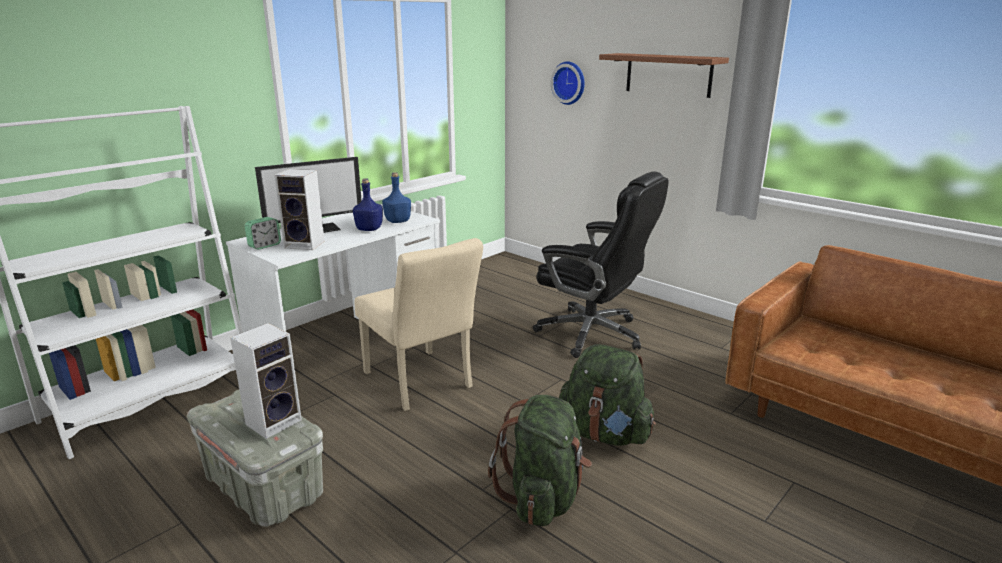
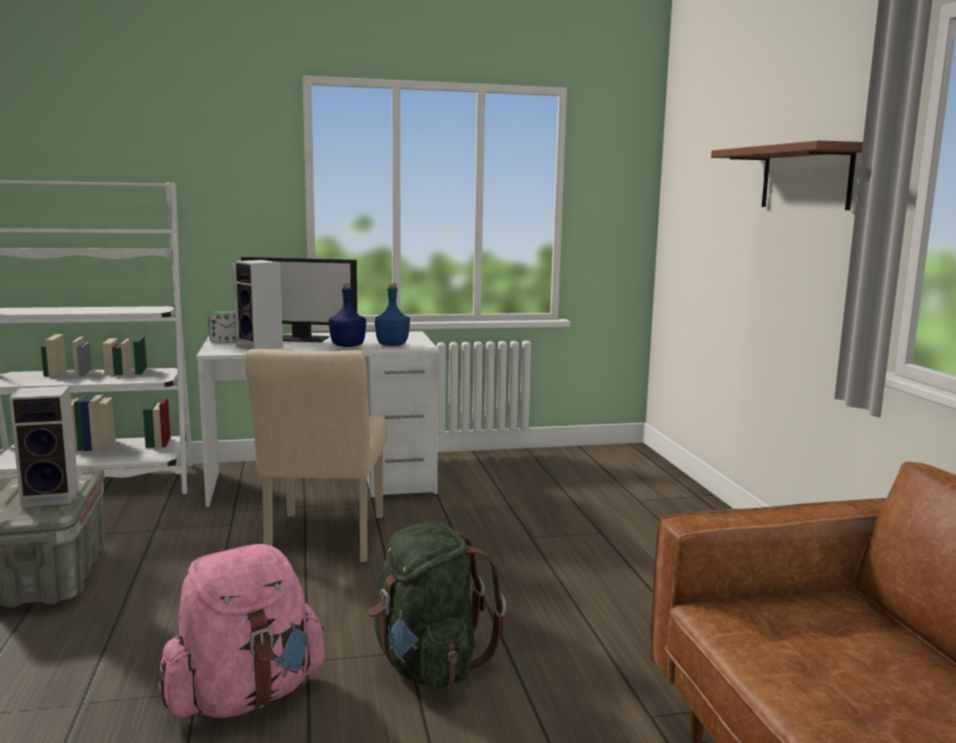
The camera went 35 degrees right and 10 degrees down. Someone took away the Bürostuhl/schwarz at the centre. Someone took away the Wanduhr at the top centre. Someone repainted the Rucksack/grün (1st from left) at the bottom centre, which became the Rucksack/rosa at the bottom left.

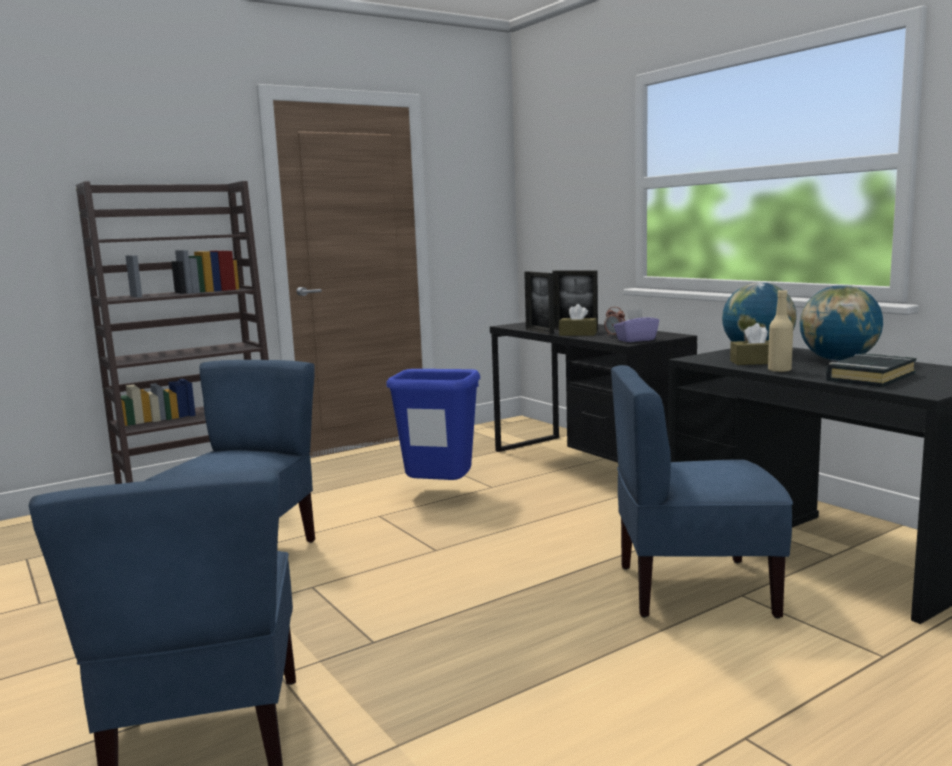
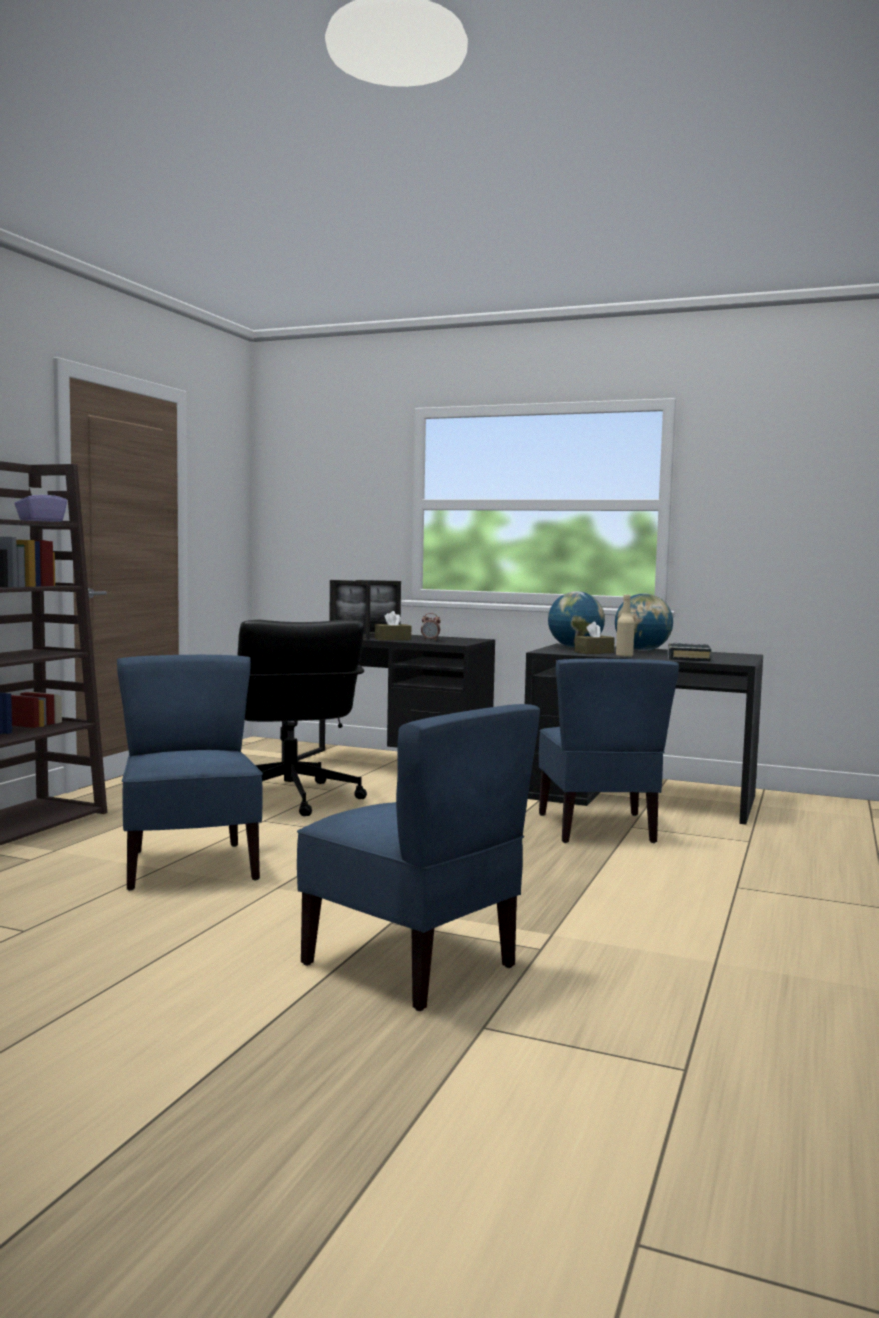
The camera went 35 degrees left and 5 degrees down. Someone carried the Taschentuchbox/lila from the middle right to the middle left. Someone swapped the Mülleimer/blau at the centre for the Bürostuhl/schwarz at the centre. Someone rotated the Stuhl/blau (3rd from left) at the middle right by 60 degrees counterclockwise.

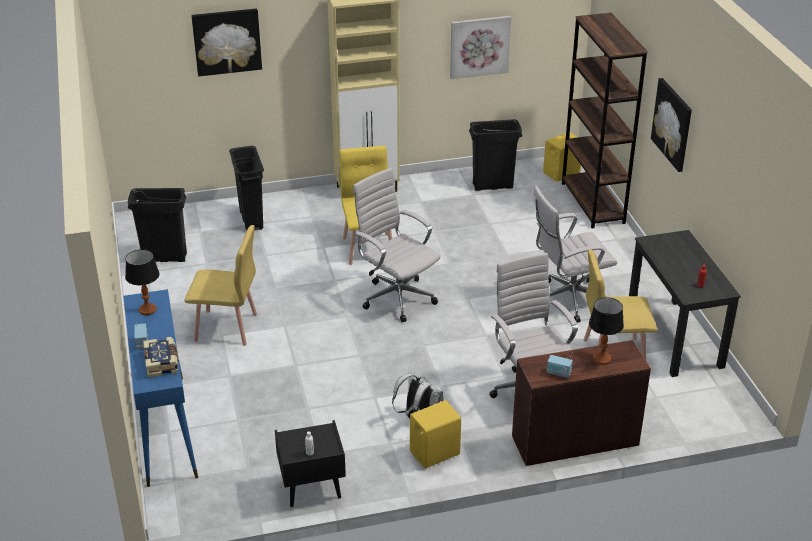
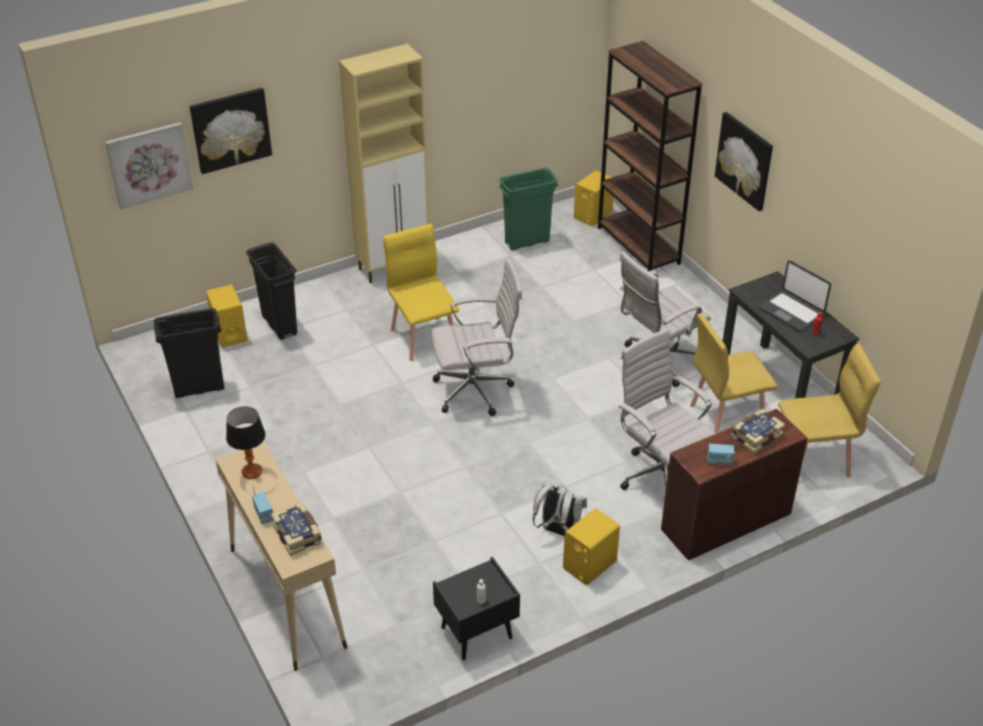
The camera went 15 degrees left and 5 degrees up. Someone put down the Lautsprecher/gelb (1st from left) at the middle left. Someone put down the Laptop at the middle right. Someone carried the Stuhl/gelb (1st from left in the first image) from the middle left to the middle right. Someone carried the Bild (2nd from left in the first image) from the top centre to the top left. Someone swapped the Tischlampe (2nd from left) at the middle right for the Buch (2nd from left) at the middle right. Someone repainted the Konsolentisch/blau at the bottom left, which became the Konsolentisch/beige at the bottom left. Someone repainted the Mülleimer/schwarz (3rd from left) at the top centre, which became the Mülleimer/grün at the top centre. Someone rotated the Bürostuhl/weiß (1st from left) at the centre by 135 degrees clockwise.

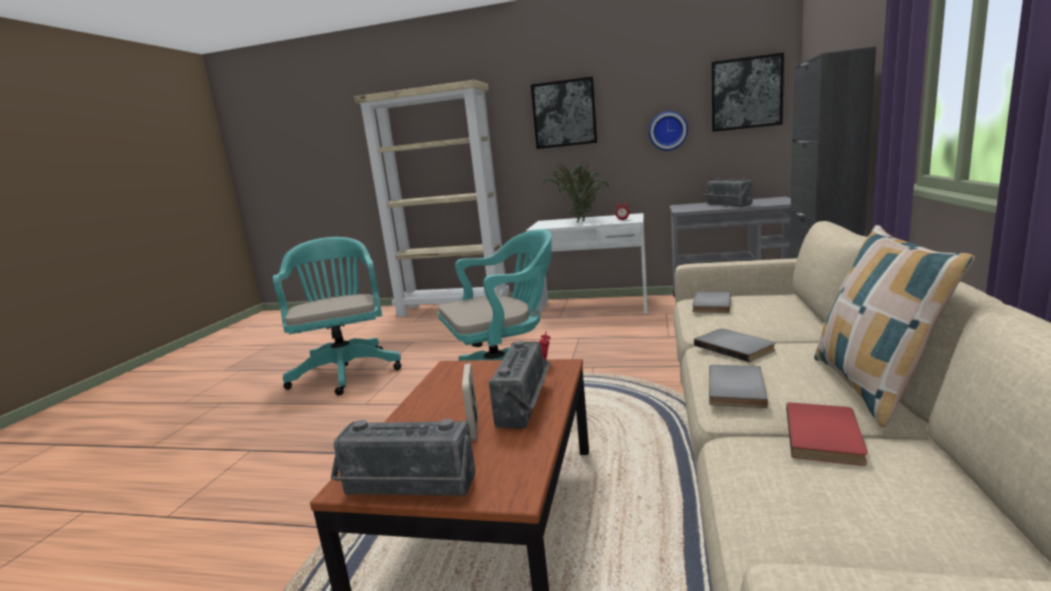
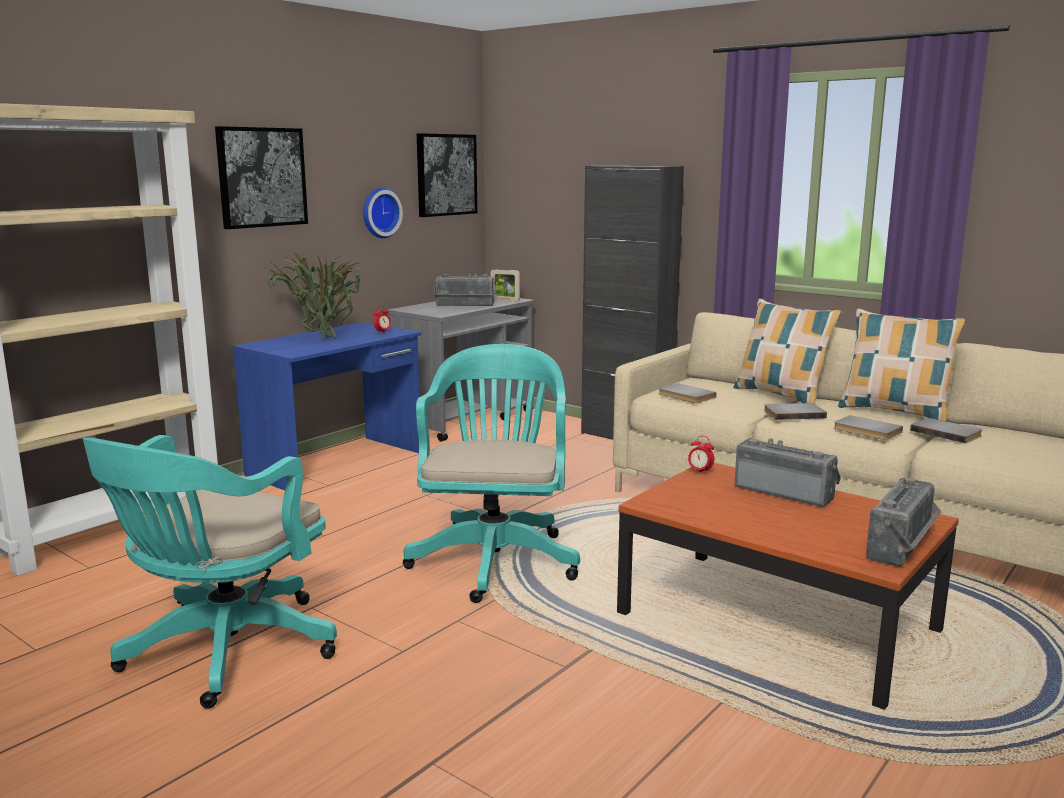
The camera went 65 degrees left and 0 degrees up. Someone put down the Kissen (1st from left) at the middle right. Someone carried the Bilderrahmen from the bottom centre to the centre. Someone repainted the Schreibtisch/weiß at the centre, which became the Schreibtisch/blau at the middle left. Someone repainted the Buch/rot at the bottom right, which became the Buch/grau (4th from left) at the middle right. Someone rotated the Bürostuhl/türkis (1st from left) at the middle left by 75 degrees counterclockwise.

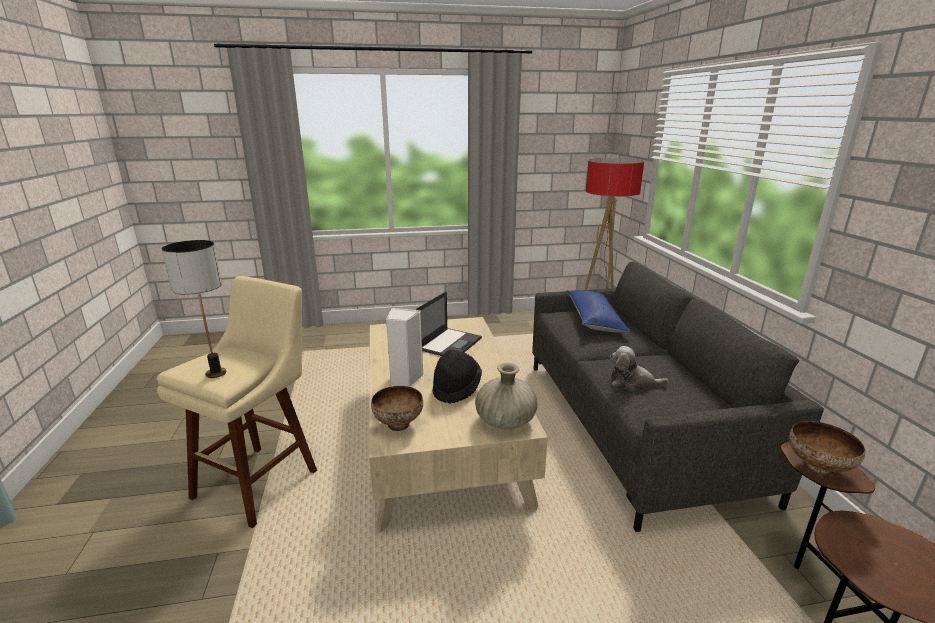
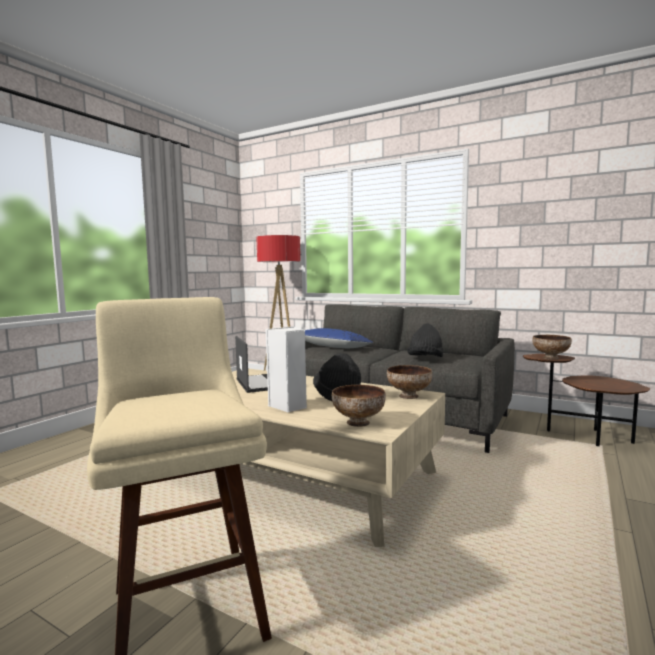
The camera went 50 degrees left and 15 degrees down. Someone took away the Tischlampe at the middle left. Someone swapped the Vase/beige at the centre for the Schüssel (2nd from left) at the centre. Someone swapped the Plüschtier at the middle right for the Hut/schwarz (2nd from left) at the centre.

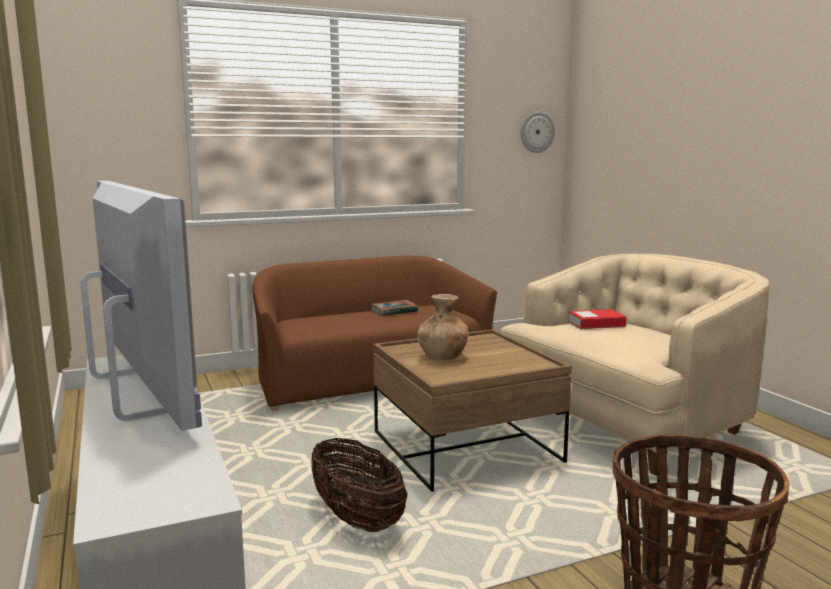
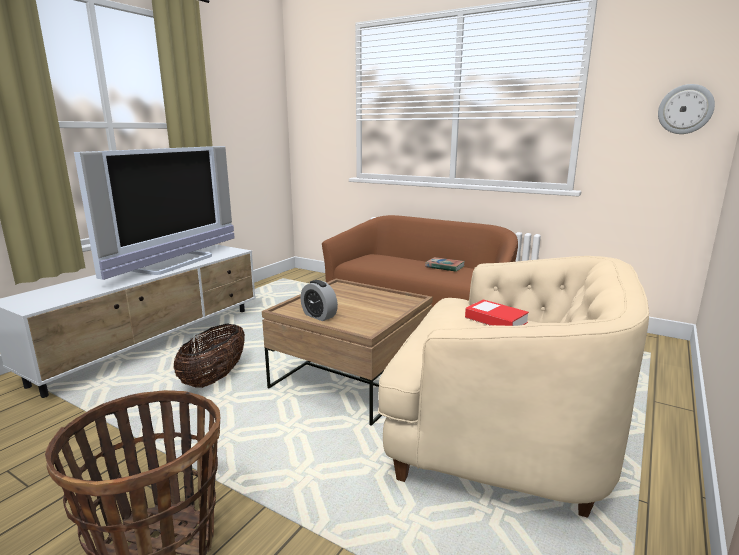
The camera went 55 degrees right and 5 degrees up. Someone took away the Vase/braun at the centre. Someone put down the Wecker at the centre.

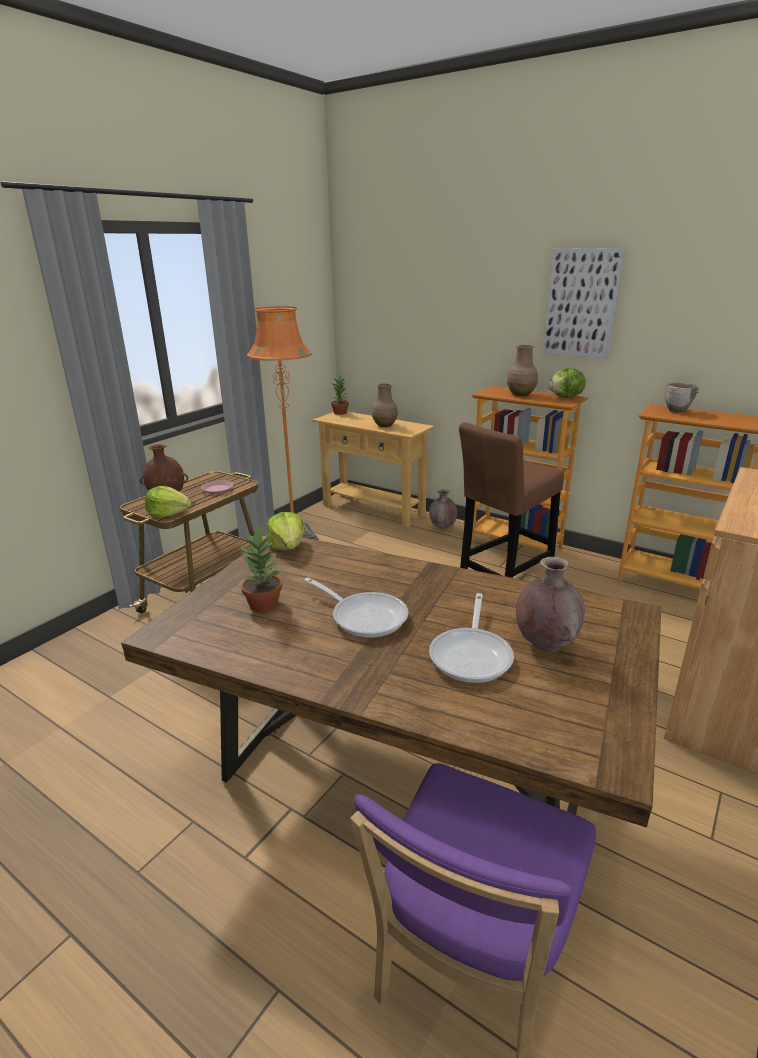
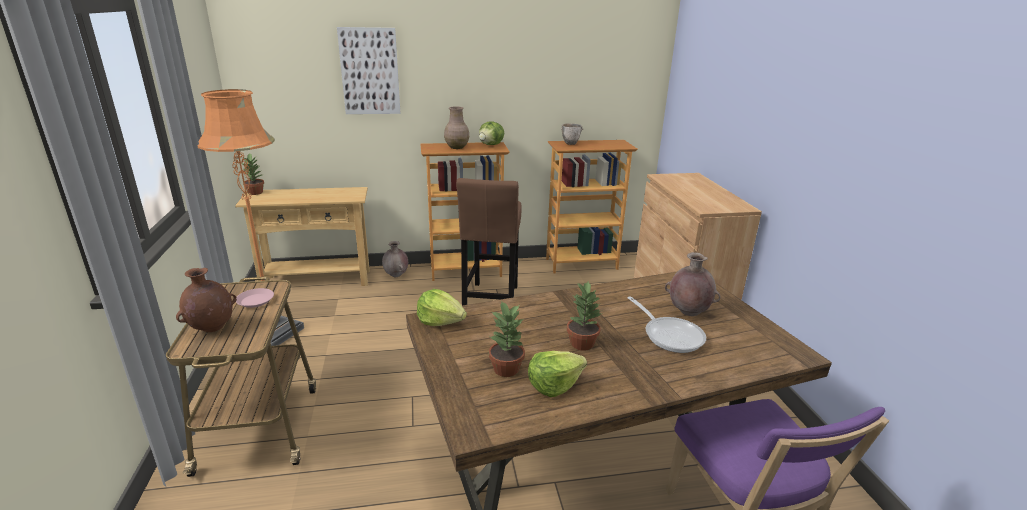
The camera went 45 degrees left and 0 degrees up. Someone took away the Vase/braun (2nd from left) at the centre. Someone carried the Salatkopf (1st from left in the first image) from the middle left to the bottom centre. Someone carried the Bild from the top right to the top centre. Someone swapped the Pfanne (1st from left) at the centre for the Topfpflanze (3rd from left) at the centre.

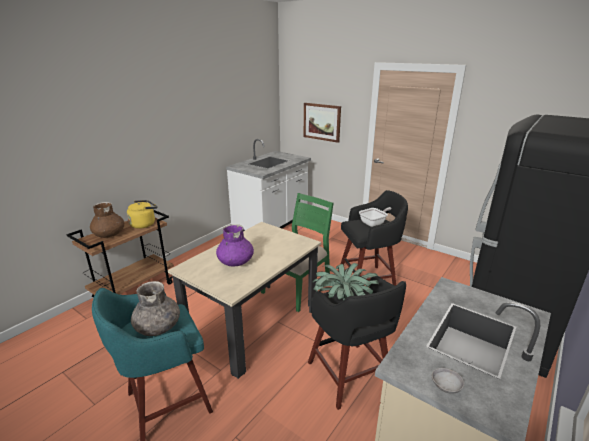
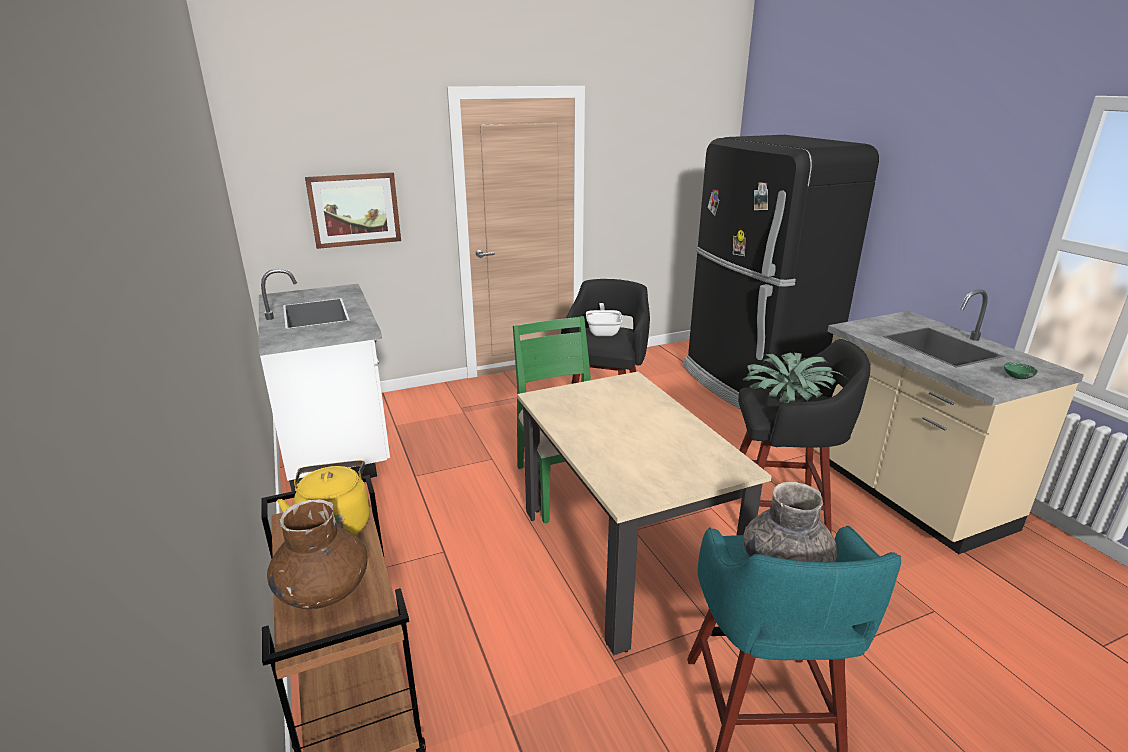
The camera went 60 degrees left and 0 degrees up. Someone took away the Vase/lila at the centre. Someone repainted the Schüssel/grau at the bottom right, which became the Schüssel/grün at the middle right.

